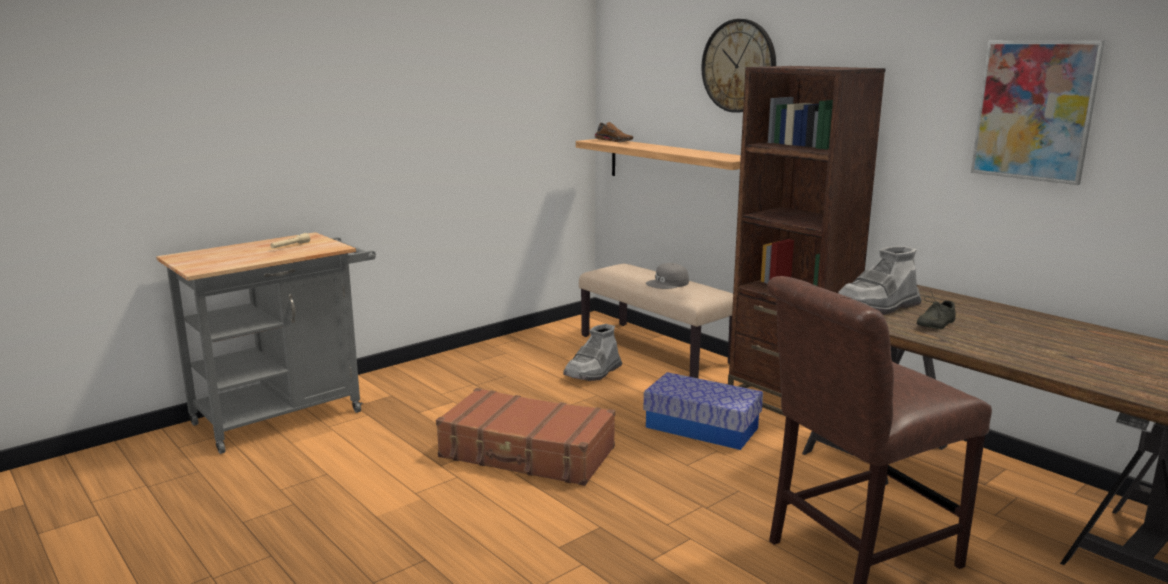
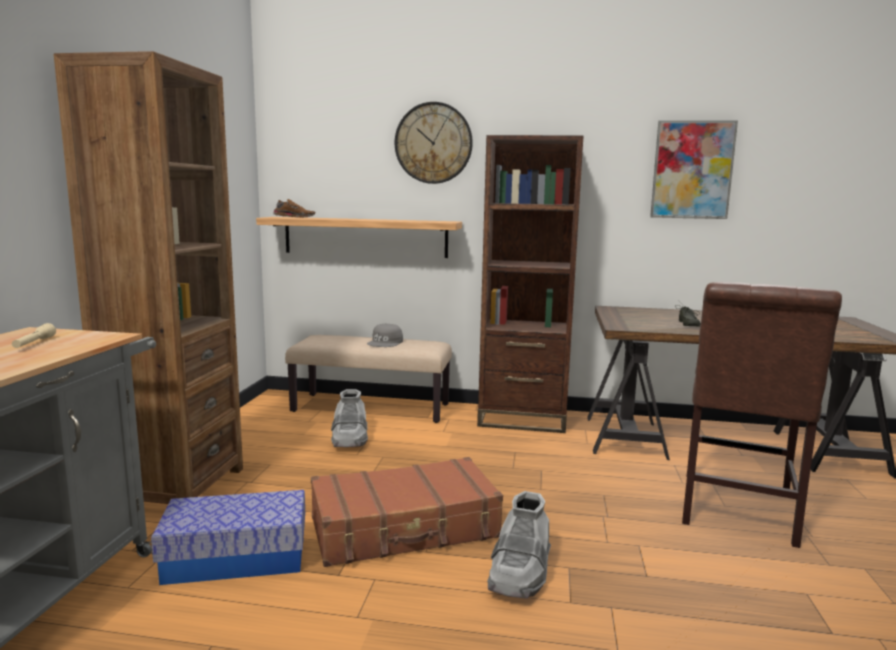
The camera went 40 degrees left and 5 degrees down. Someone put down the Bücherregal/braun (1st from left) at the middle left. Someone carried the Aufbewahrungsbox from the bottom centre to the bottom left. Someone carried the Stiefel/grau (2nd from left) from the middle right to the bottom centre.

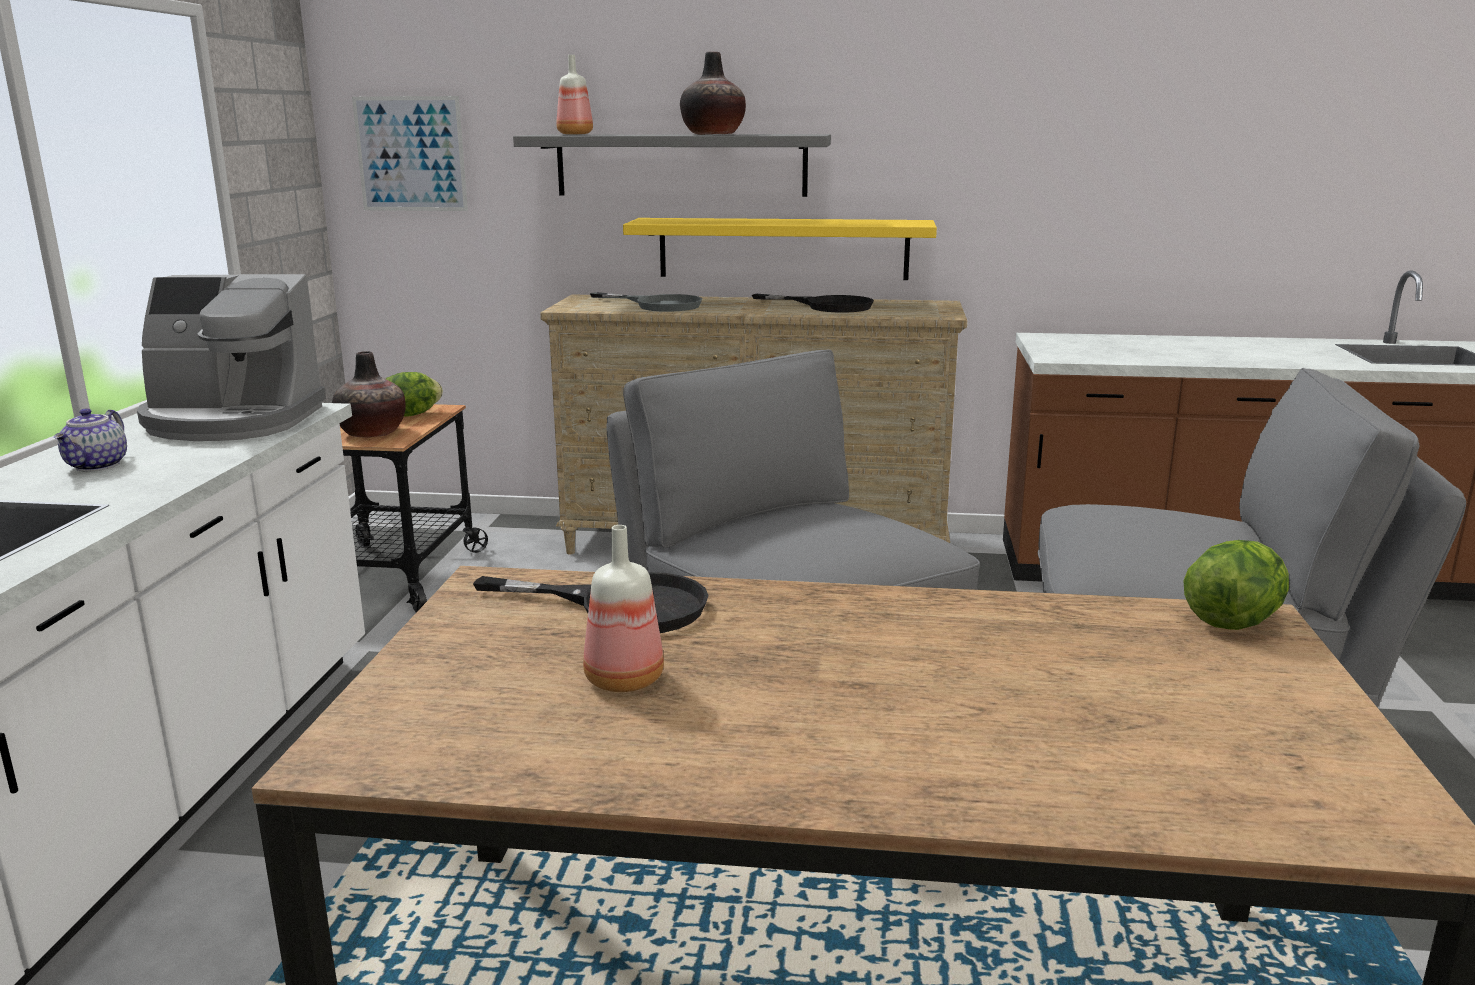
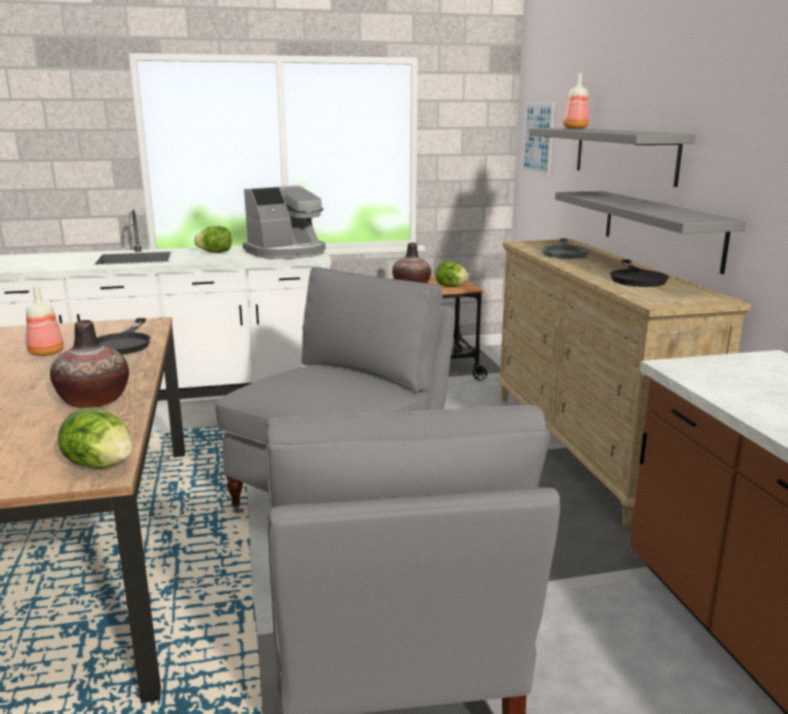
The camera went 70 degrees right and 0 degrees up. Someone carried the Vase (2nd from left in the first image) from the top centre to the middle left. Someone swapped the Teekanne at the middle left for the Salatkopf (2nd from left) at the middle left. Someone repainted the Wandregal/gelb at the top centre, which became the Wandregal/grau (2nd from left) at the top right. Someone rotated the Kaffeemaschine at the middle left by 105 degrees counterclockwise.

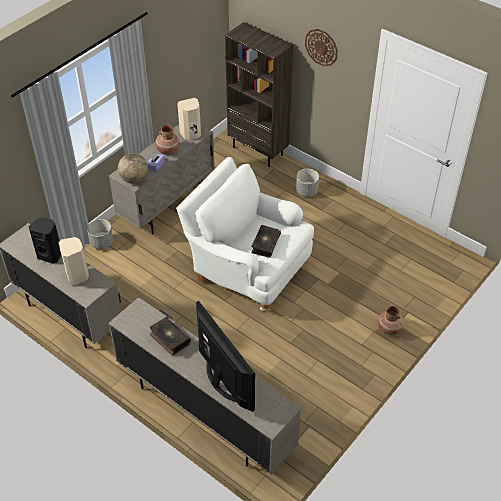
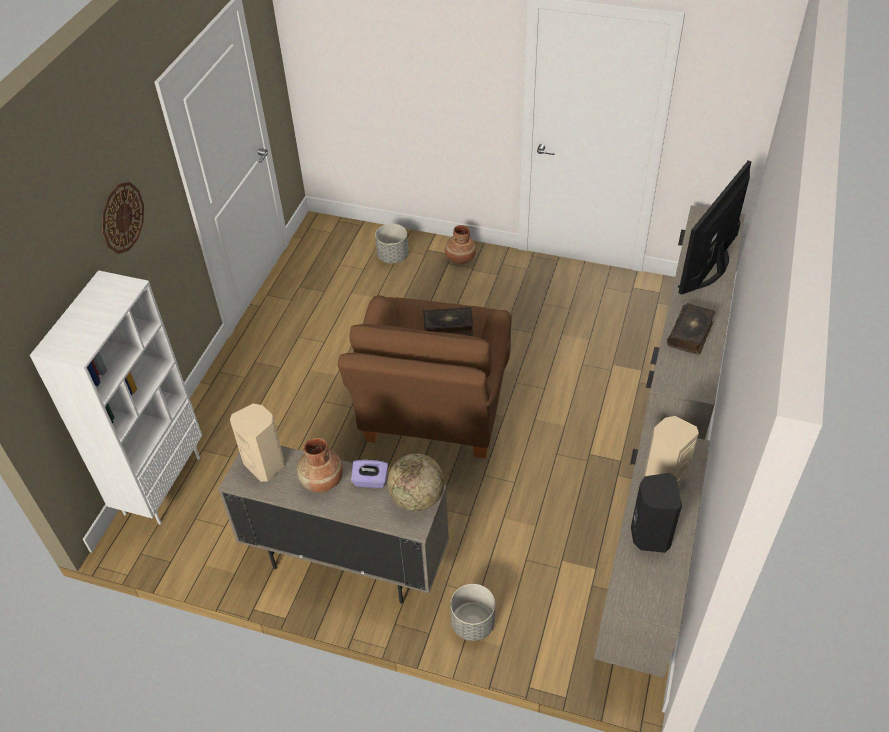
The camera went 110 degrees left and 0 degrees up. Someone carried the Pflanzkübel/grau (2nd from left in the first image) from the centre to the top centre. Someone repainted the Sessel/weiß at the centre, which became the Sessel/braun at the centre. Someone repainted the Bücherregal/braun at the top centre, which became the Bücherregal/weiß at the middle left.

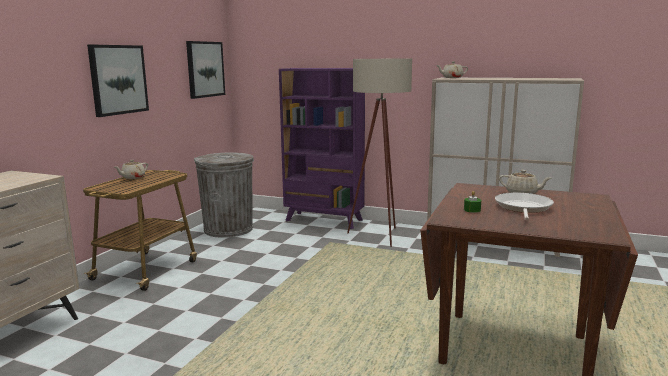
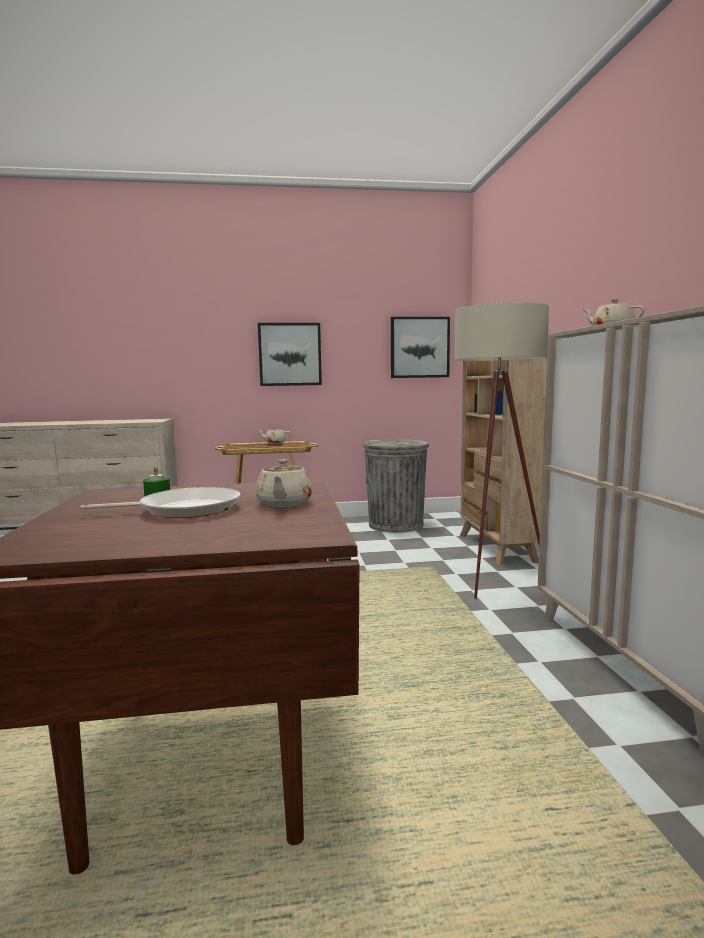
The camera went 60 degrees right and 5 degrees down. Someone repainted the Bücherregal/lila at the centre, which became the Bücherregal/beige at the middle right.

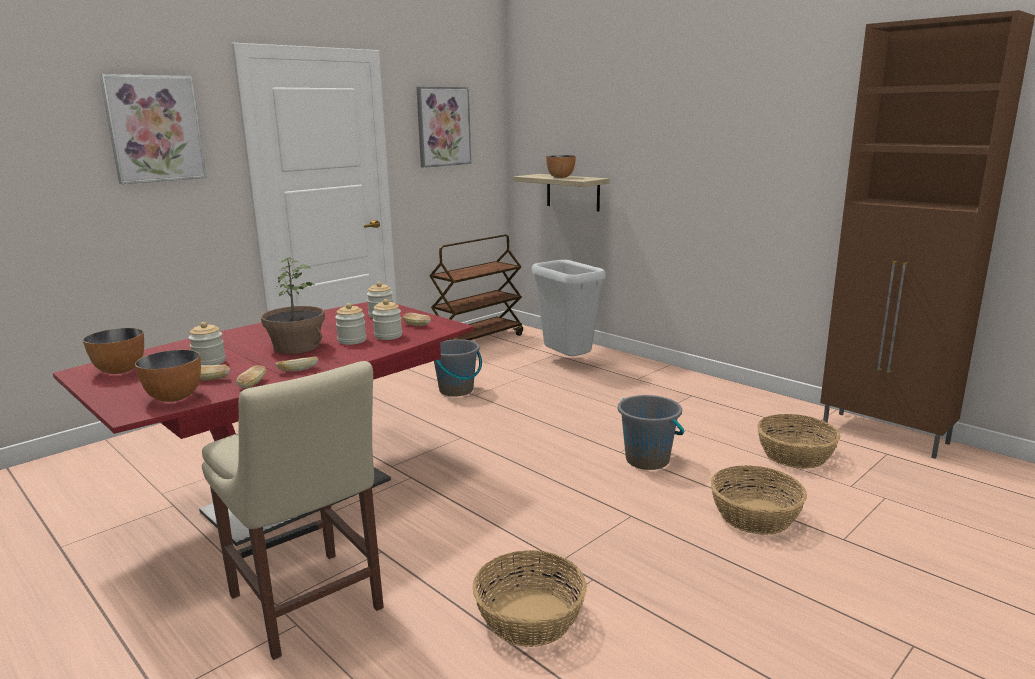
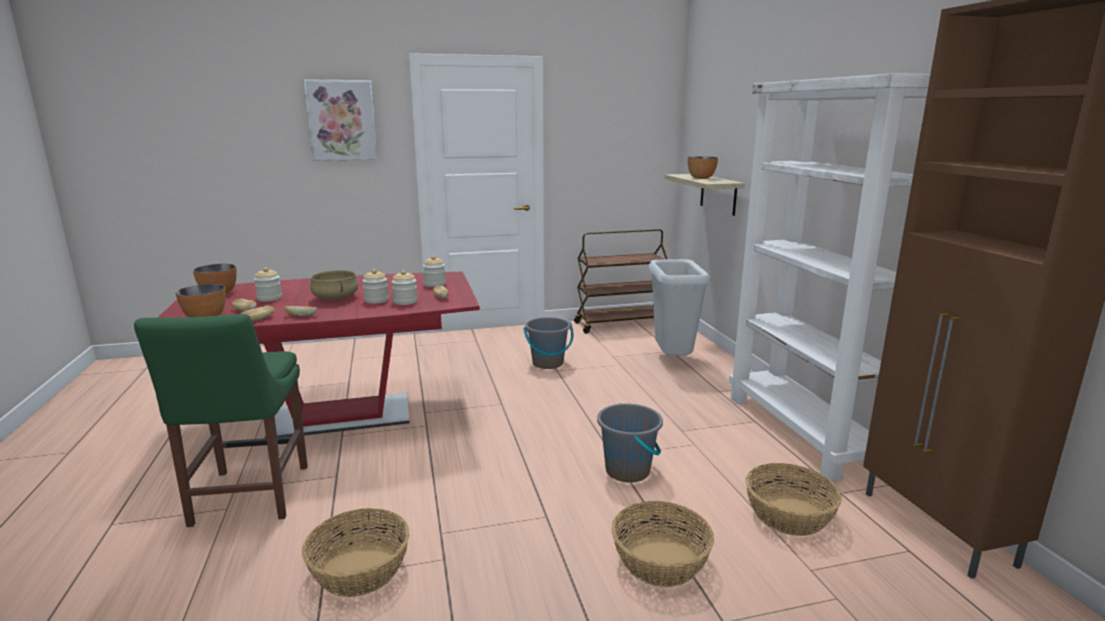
The camera went 30 degrees right and 0 degrees up. Someone took away the Bild (2nd from left) at the top centre. Someone put down the Bücherregal/weiß at the middle right. Someone swapped the Topfpflanze at the middle left for the Kochtopf/beige at the middle left. Someone repainted the Stuhl/beige at the bottom left, which became the Stuhl/grün at the bottom left.

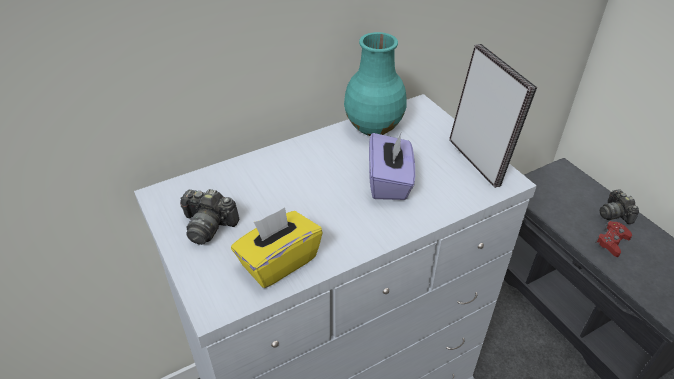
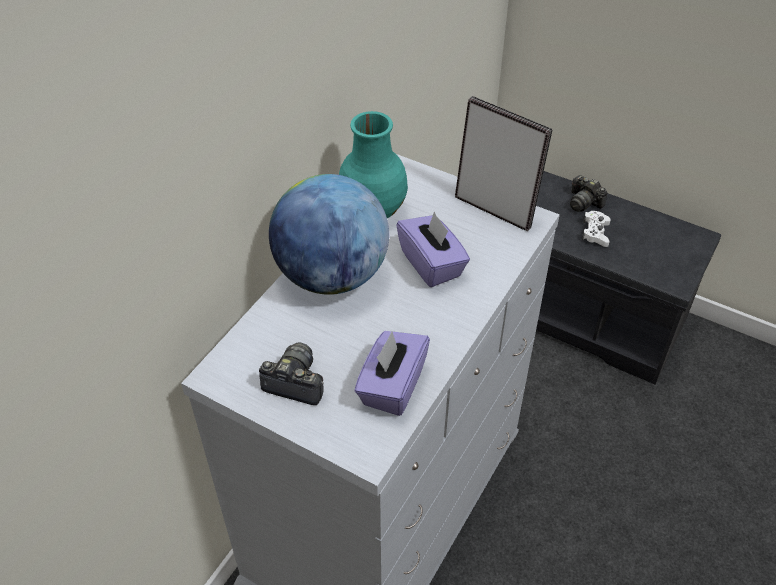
The camera went 30 degrees left and 5 degrees up. Someone put down the Globus at the centre. Someone repainted the Taschentuchbox/gelb at the centre, which became the Taschentuchbox/lila (1st from left) at the centre. Someone repainted the Gamepad/rot at the middle right, which became the Gamepad/weiß at the middle right. Someone rotated the Kamera (1st from left) at the middle left by 150 degrees counterclockwise.

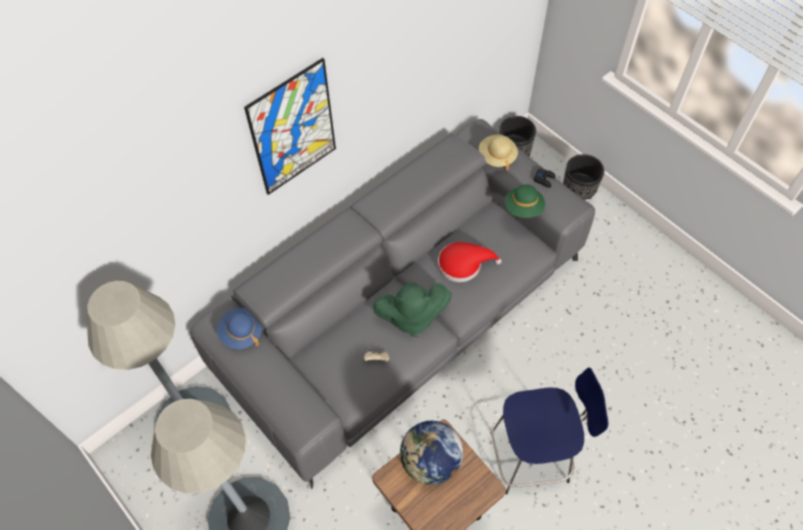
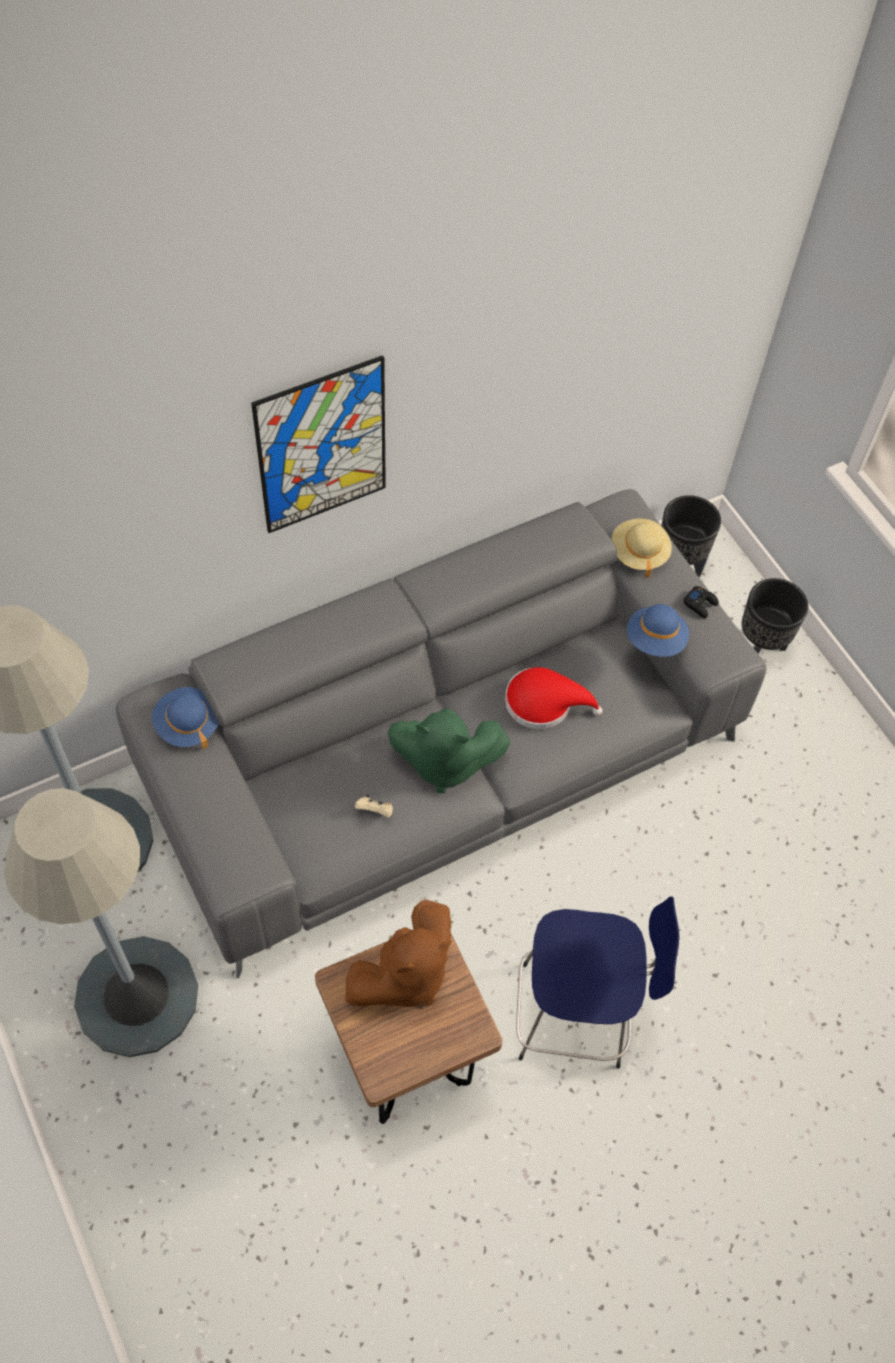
The camera went 10 degrees right and 0 degrees up. Someone swapped the Globus at the bottom centre for the Plüschtier/braun at the bottom centre. Someone repainted the Hut/grün at the centre, which became the Hut/blau (2nd from left) at the middle right.

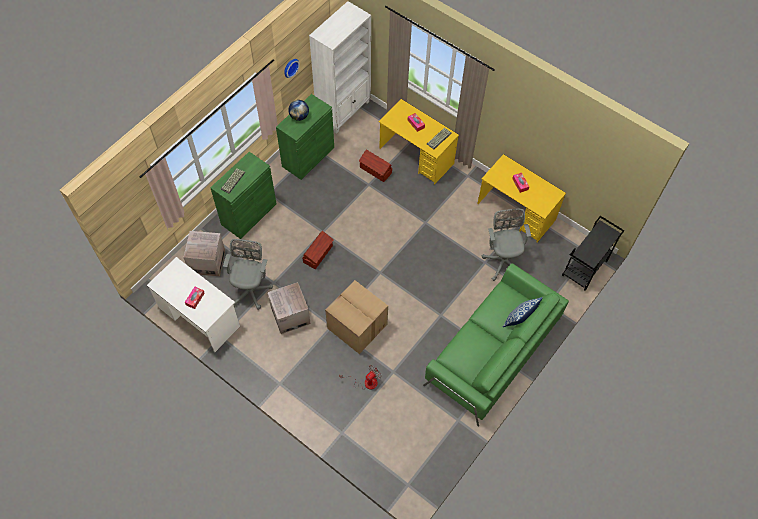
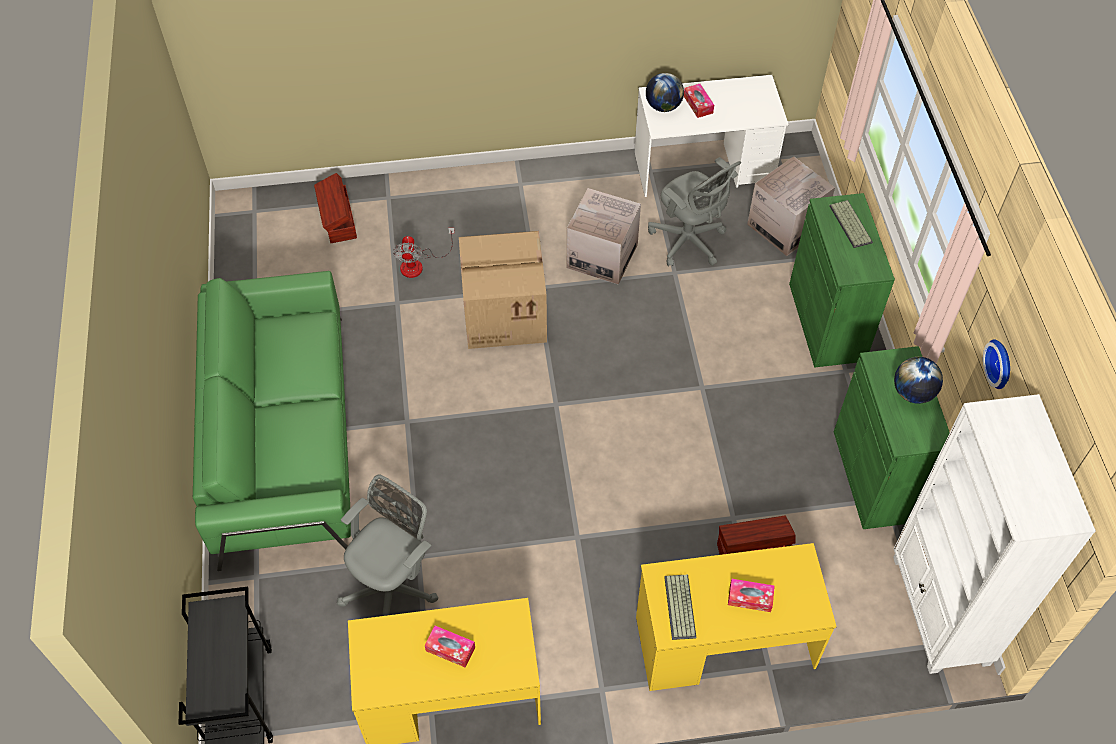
The camera went 135 degrees right and 5 degrees down. Someone took away the Kissen at the middle right. Someone put down the Globus (1st from left) at the top centre. Someone carried the Aufbewahrungsbox/braun (1st from left) from the centre to the top left. Someone rotated the Bürostuhl/grau (2nd from left in the first image) at the middle right by 90 degrees counterclockwise.

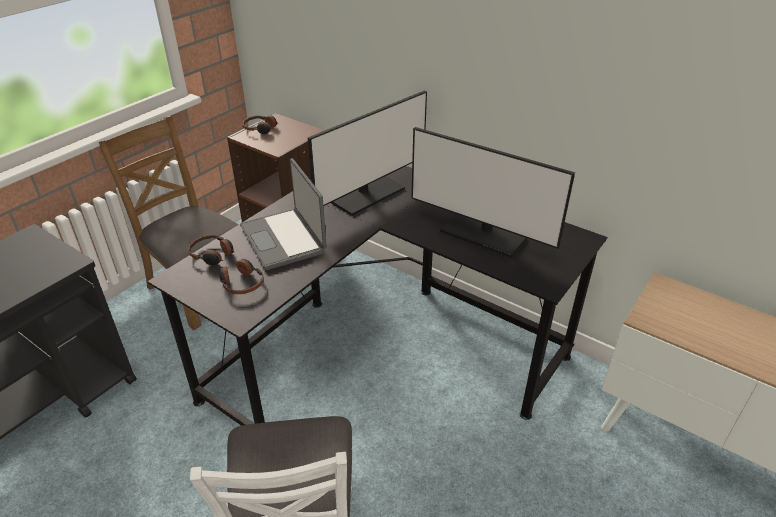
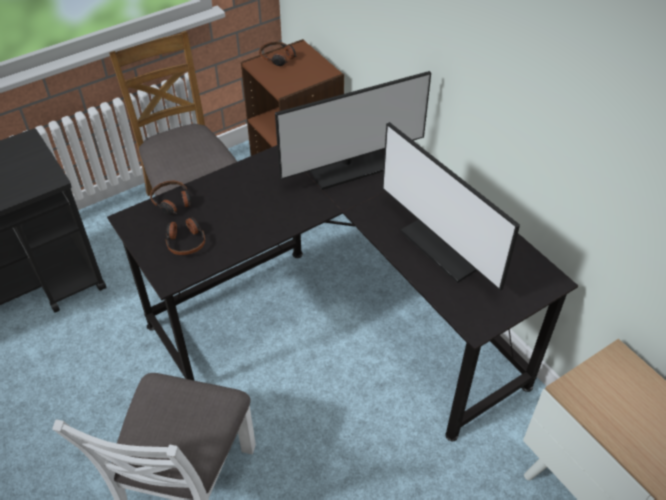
The camera went 20 degrees right and 10 degrees up. Someone took away the Laptop at the centre.

